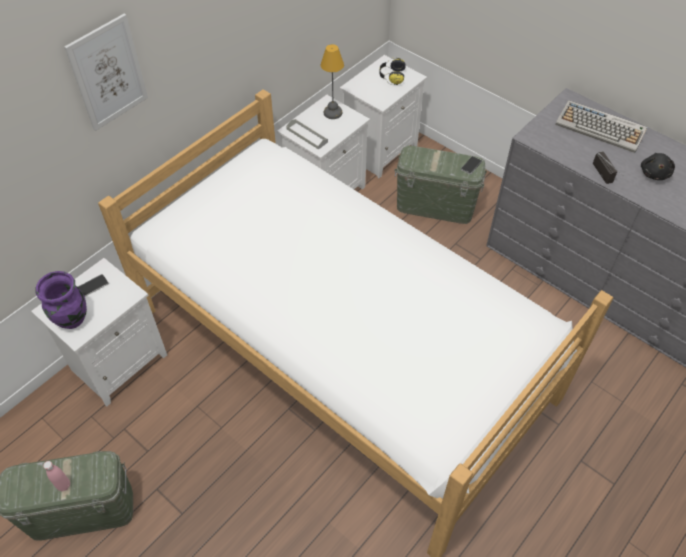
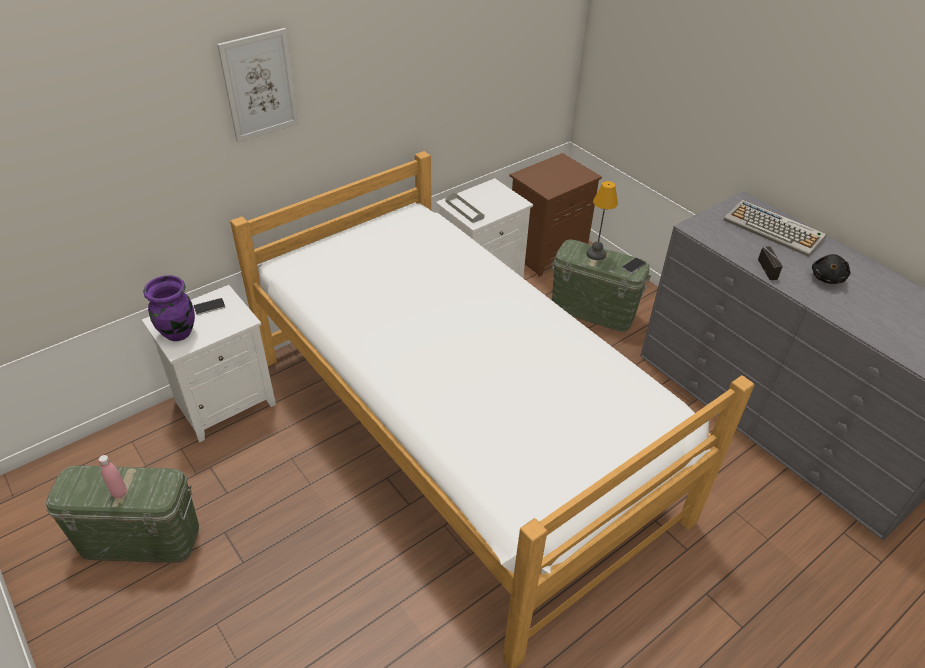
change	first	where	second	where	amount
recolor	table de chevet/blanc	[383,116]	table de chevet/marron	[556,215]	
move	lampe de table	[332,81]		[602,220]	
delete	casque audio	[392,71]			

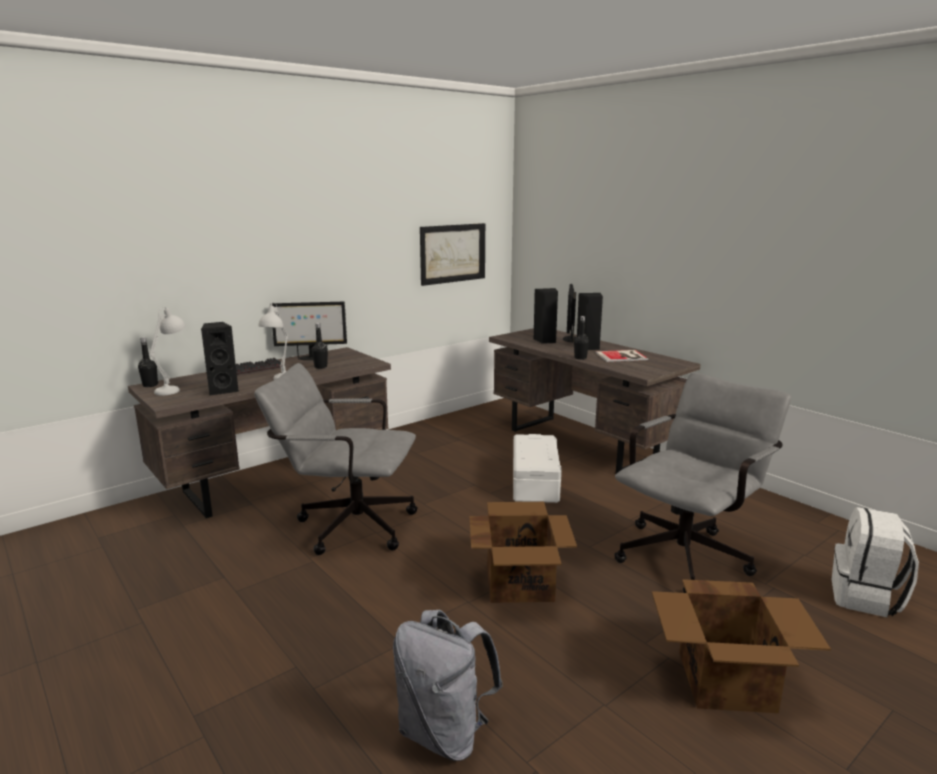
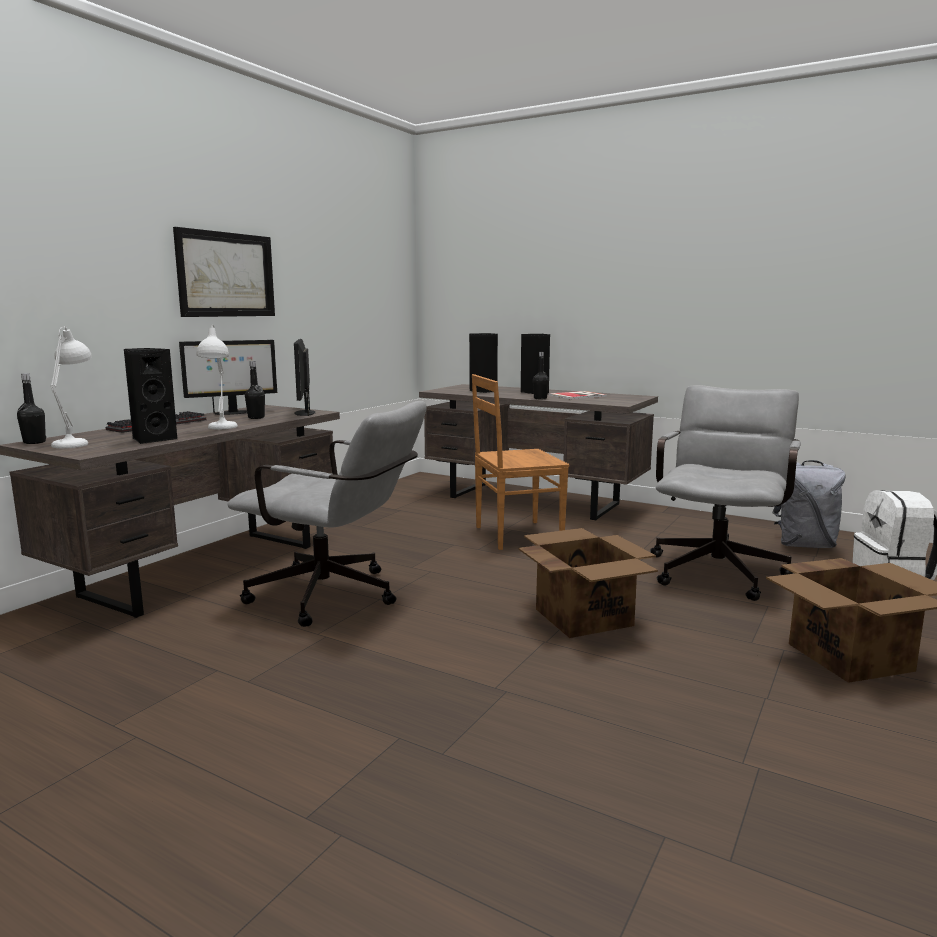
change	first	where	second	where	amount
move	tableau	[452,254]		[224,272]	
rotate	chaise de bureau/gris	[336,459]		[327,514]	150 degrees counterclockwise
move	écran d'ordinateur	[569,313]		[304,377]	
replace	boîte de rangement/blanc	[537,468]	chaise/marron	[520,462]	
move	sac à dos/gris	[448,685]		[808,504]	

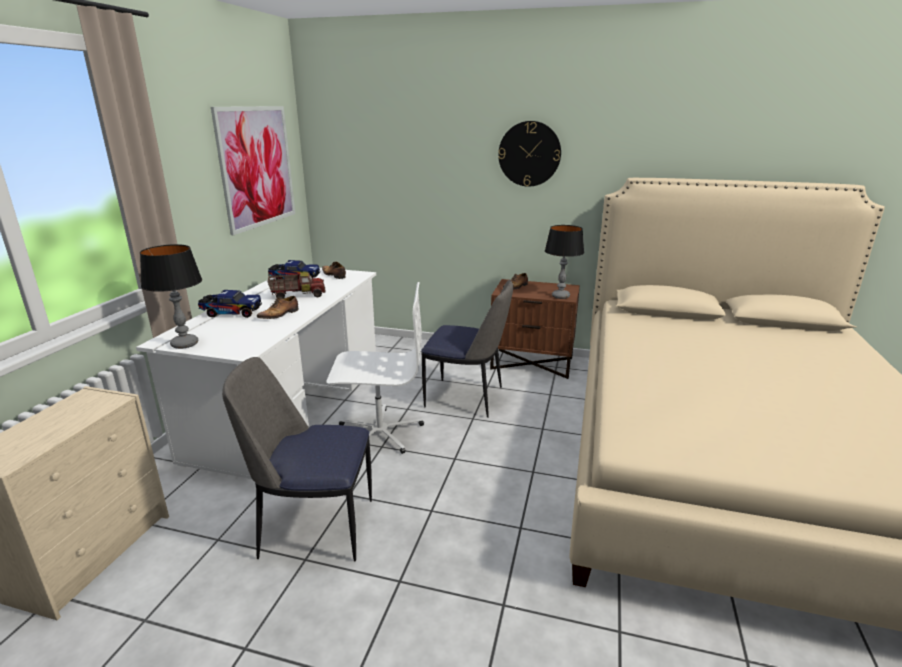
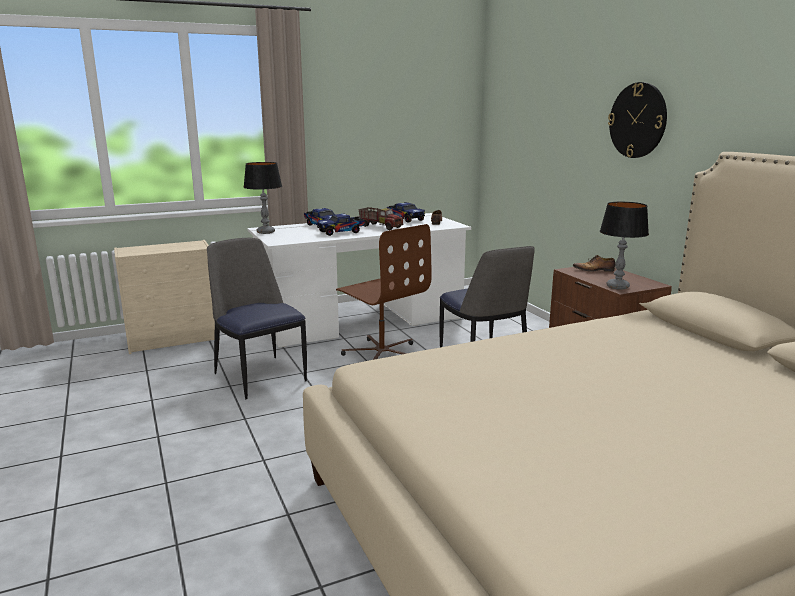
change	first	where	second	where	amount
replace	chaussure	[277,307]	camion jouet	[341,225]	
recolor	chaise de bureau/blanc	[375,368]	chaise de bureau/marron	[383,292]	
delete	tableau	[253,170]			

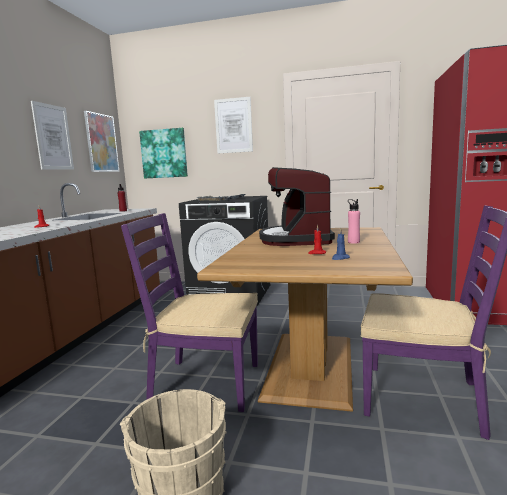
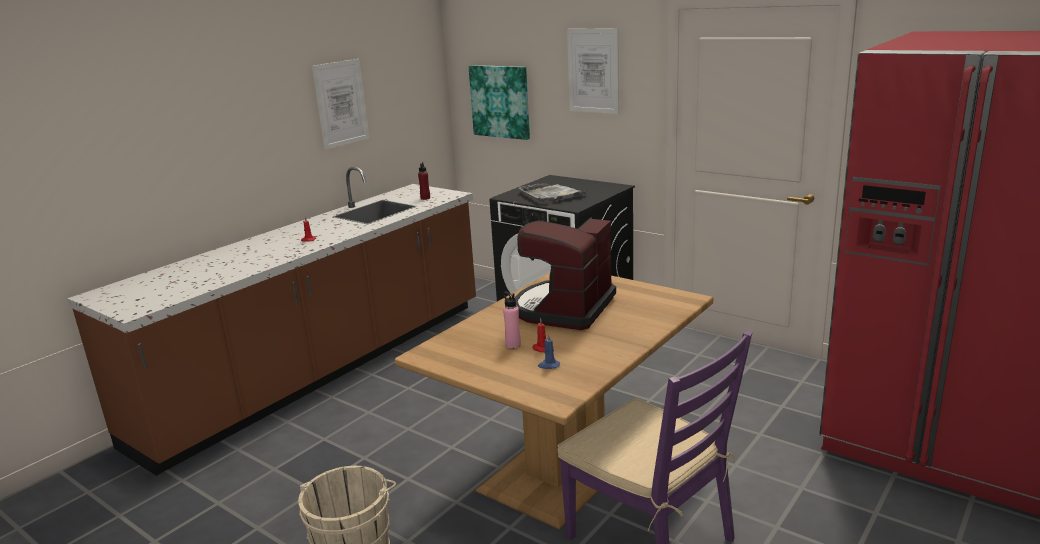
change	first	where	second	where	amount
move	bouteille/rose	[354,221]		[511,320]	
delete	tableau	[101,141]			
delete	chaise/violet	[189,312]			

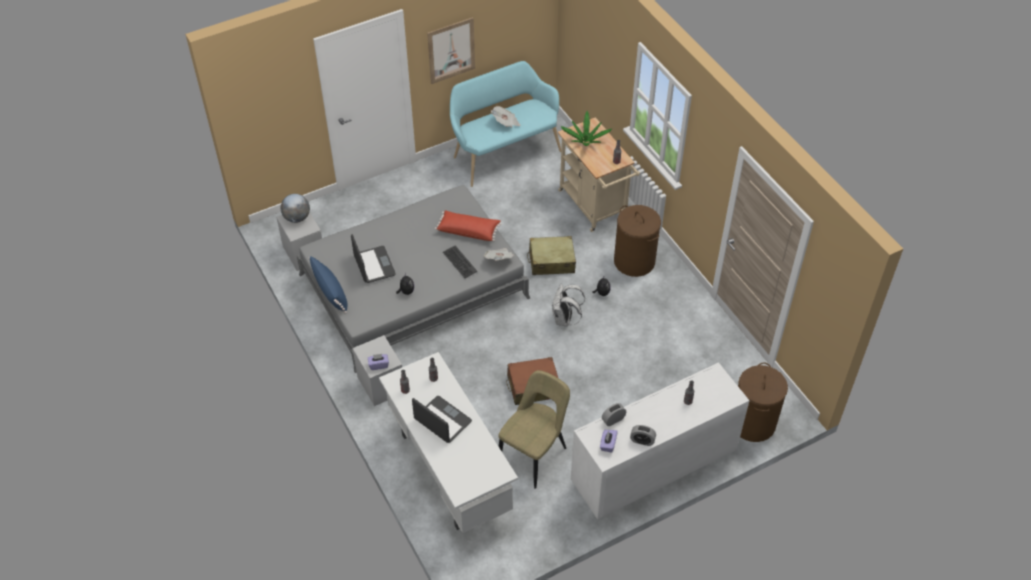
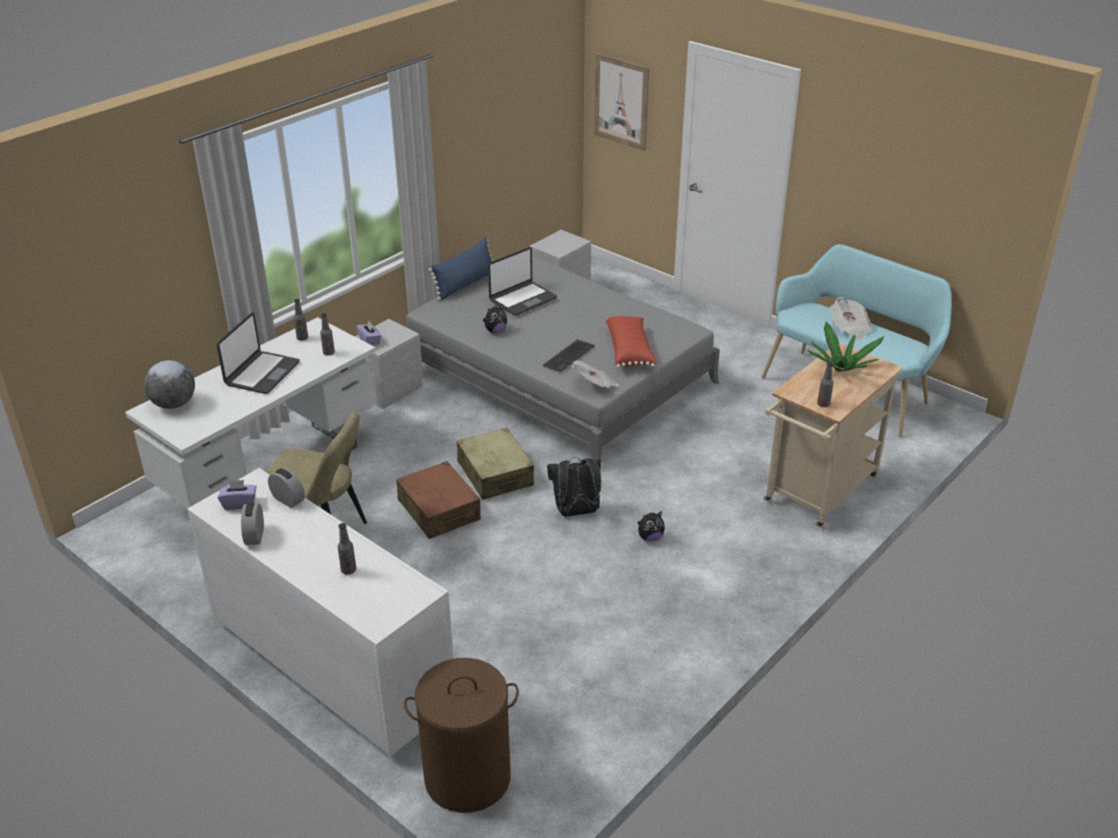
change	first	where	second	where	amount
move	globe	[295,208]		[169,384]	
move	valise/beige	[551,255]		[495,464]	
recolor	sac à dos/blanc	[568,305]	sac à dos/noir	[574,487]	
move	tableau	[451,50]		[621,102]	
delete	panier à linge/marron	[637,241]			

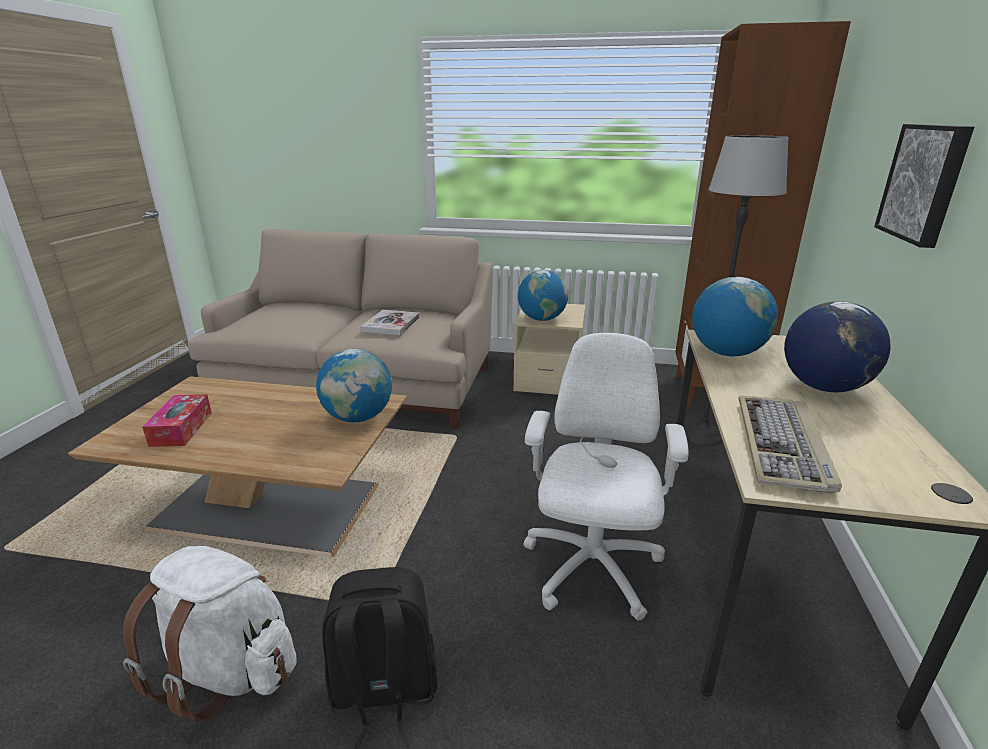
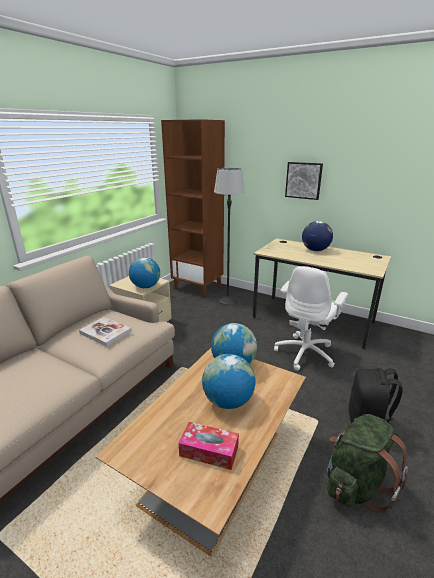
change	first	where	second	where	amount
move	globe	[735,316]		[228,381]	
rotate	chaise de bureau/blanc	[606,476]		[311,318]	90 degrees counterclockwise
recolor	sac à dos/blanc	[210,634]	sac à dos/vert	[367,464]	
delete	clavier	[790,445]			

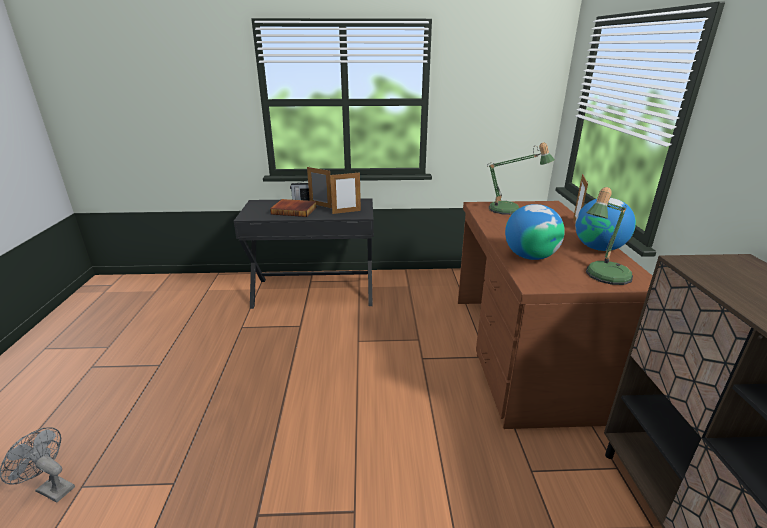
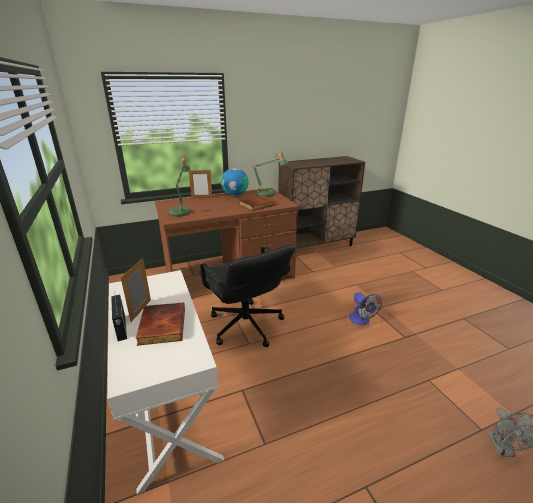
change	first	where	second	where	amount
recolor	bureau/noir	[303,253]	bureau/blanc	[165,382]	
insert			chaise de bureau/noir	[247,296]	
replace	globe	[535,232]	livre	[257,203]	
insert			ventilateur	[365,308]	
delete	cadre photo	[345,192]			

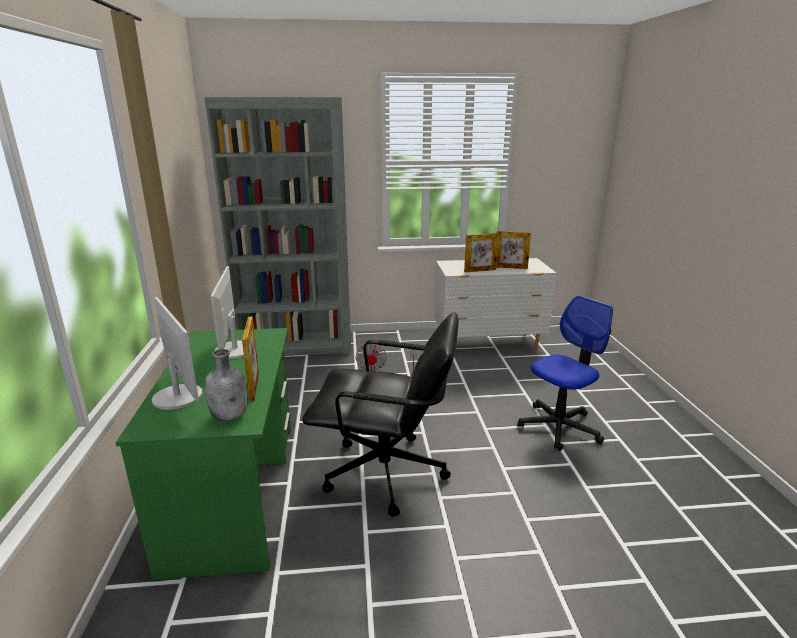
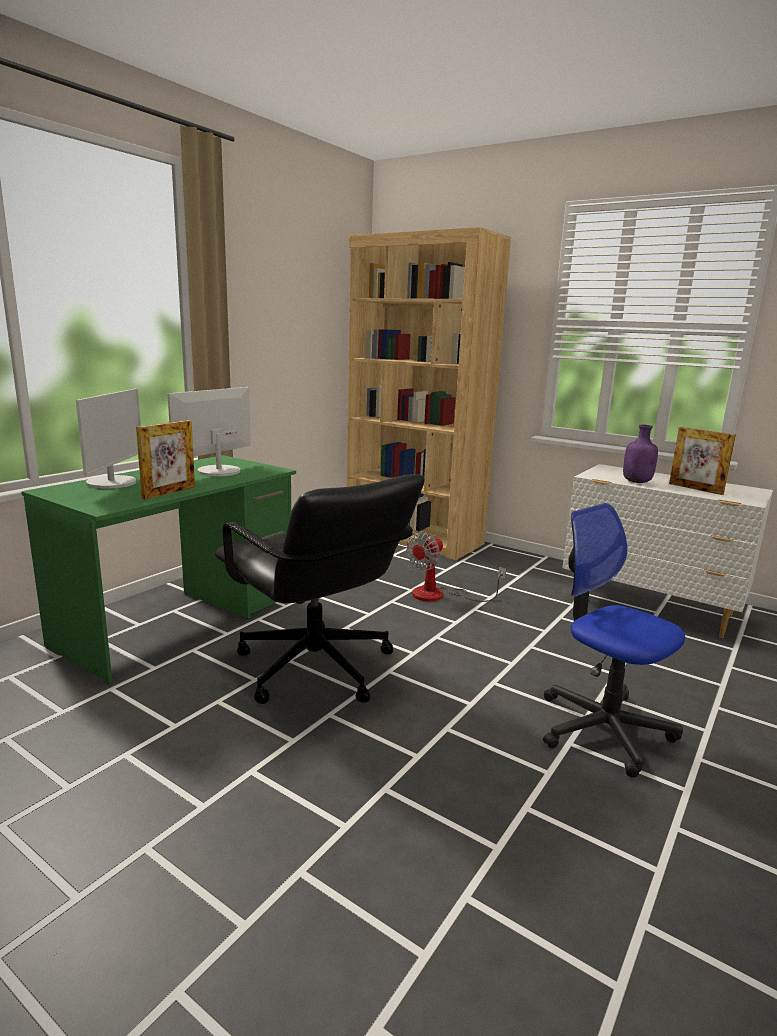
change	first	where	second	where	amount
recolor	bibliothèque/gris	[277,226]	bibliothèque/marron	[428,393]	
rotate	chaise de bureau	[565,373]		[614,640]	135 degrees counterclockwise
replace	cadre photo	[481,252]	bouteille/violet	[640,454]	
delete	bouteille/gris	[226,385]			

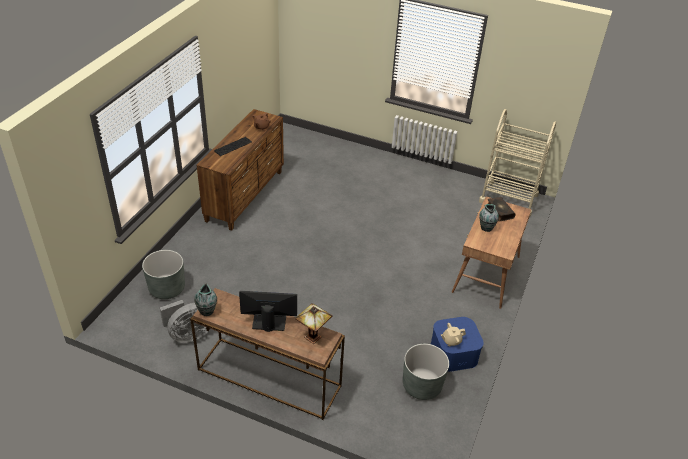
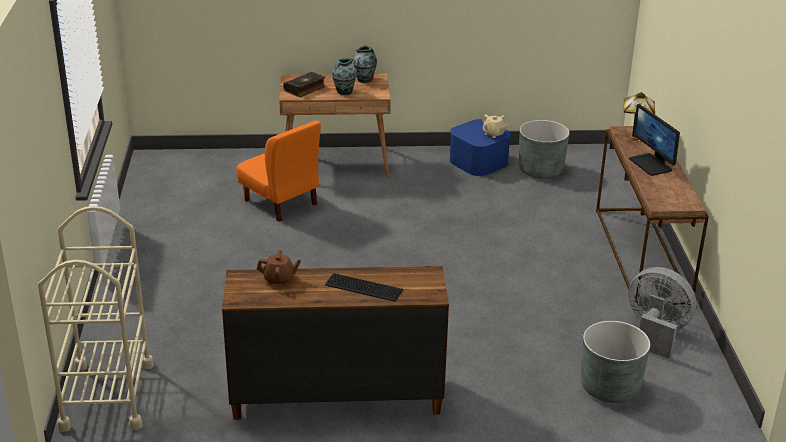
change	first	where	second	where	amount
move	chariot/beige	[517,163]		[96,319]	
insert			chaise/orange	[278,171]	
move	vase	[205,299]		[365,64]	

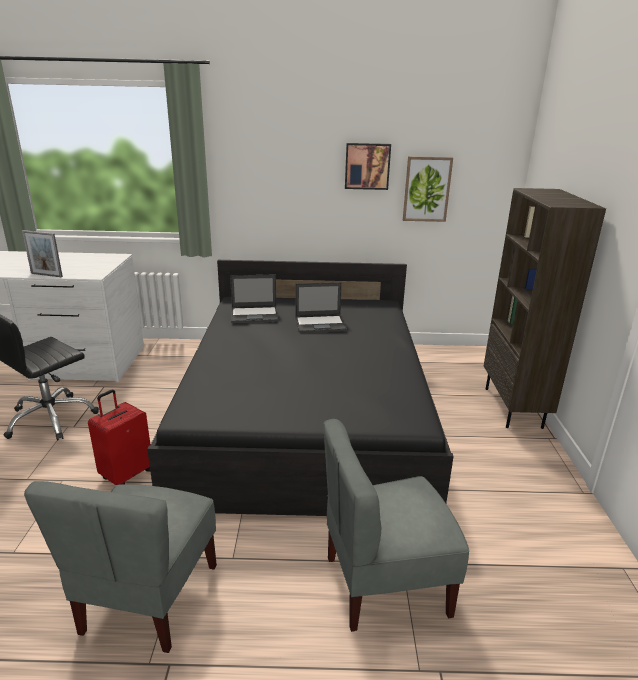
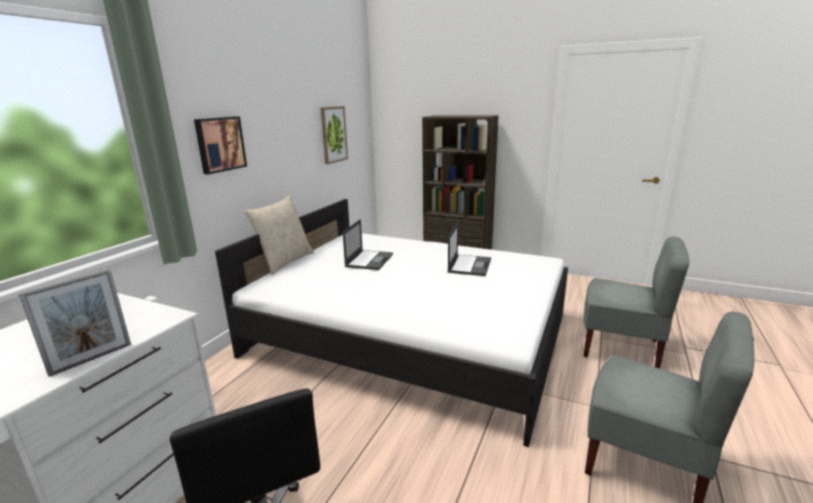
change	first	where	second	where	amount
move	tableau	[368,166]		[220,145]	
recolor	lit/noir	[300,388]	lit/blanc	[391,323]	
insert			coussin/beige	[279,235]	
move	ordinateur portable	[254,298]		[469,249]	
rotate	chaise/gris	[396,525]		[636,302]	75 degrees counterclockwise
delete	valise/rouge	[119,437]			

